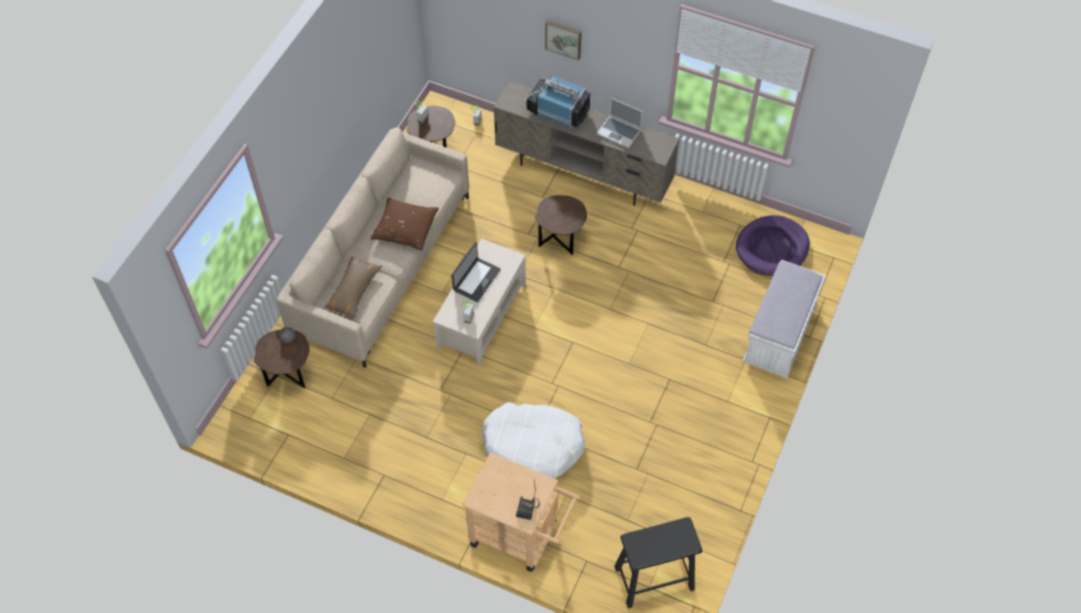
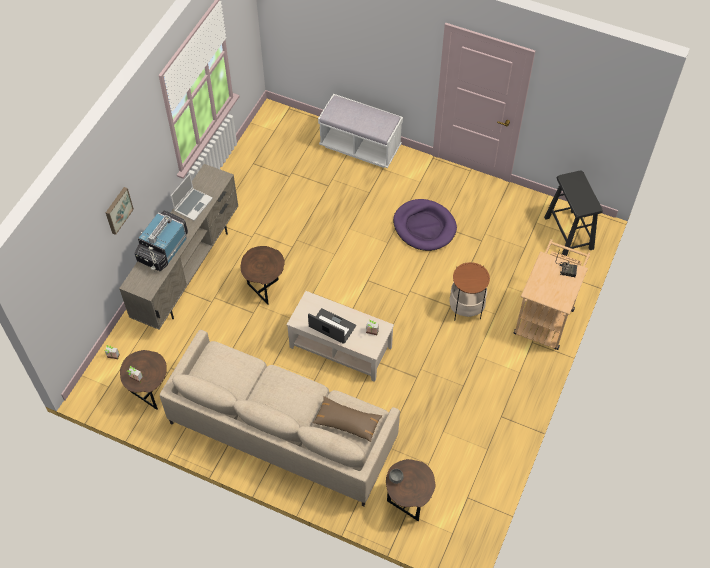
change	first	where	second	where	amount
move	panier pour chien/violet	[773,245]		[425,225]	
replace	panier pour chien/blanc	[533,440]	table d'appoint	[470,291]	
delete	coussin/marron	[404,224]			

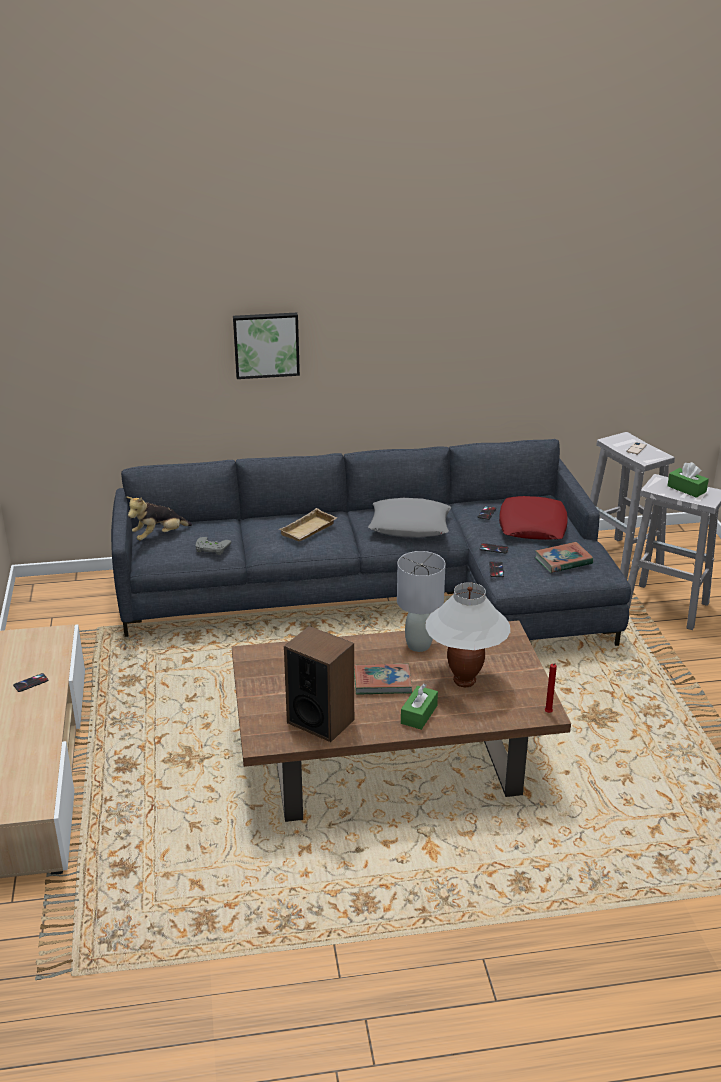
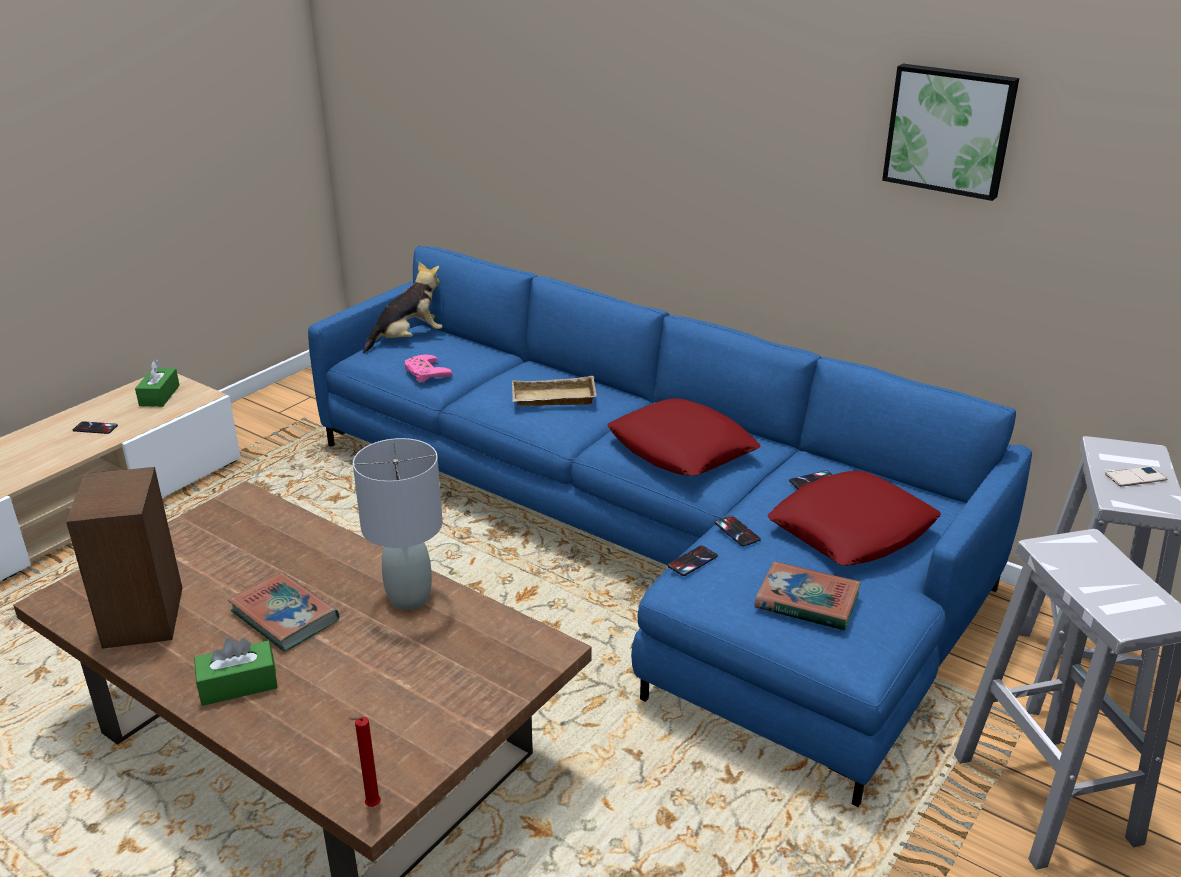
change	first	where	second	where	amount
move	boîte à mouchoirs/vert	[688,480]		[157,383]	
recolor	canapé/gris	[371,542]	canapé/bleu	[670,526]	
rotate	peluche	[159,519]		[403,307]	135 degrees clockwise
recolor	manette/gris	[213,546]	manette/rose	[428,368]	
recolor	coussin/gris	[409,518]	coussin/rouge	[683,437]	
move	tableau	[266,346]		[950,132]	
delete	lampe de table/blanc	[467,634]			

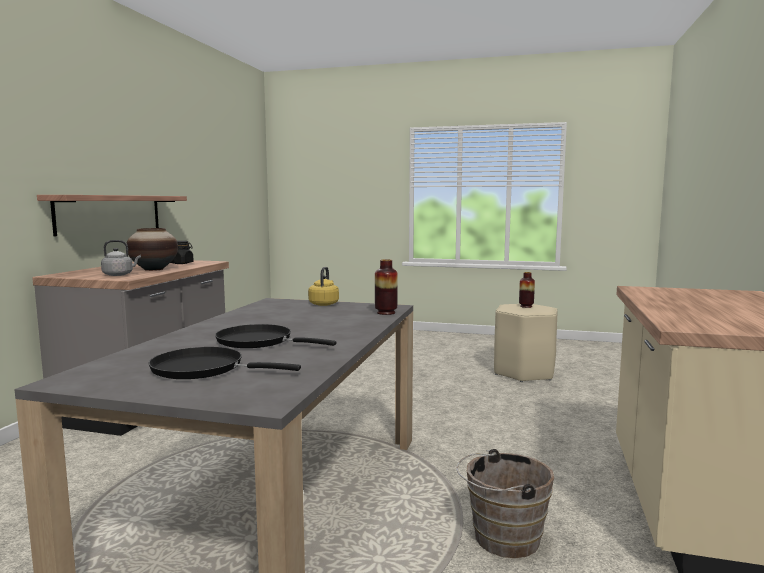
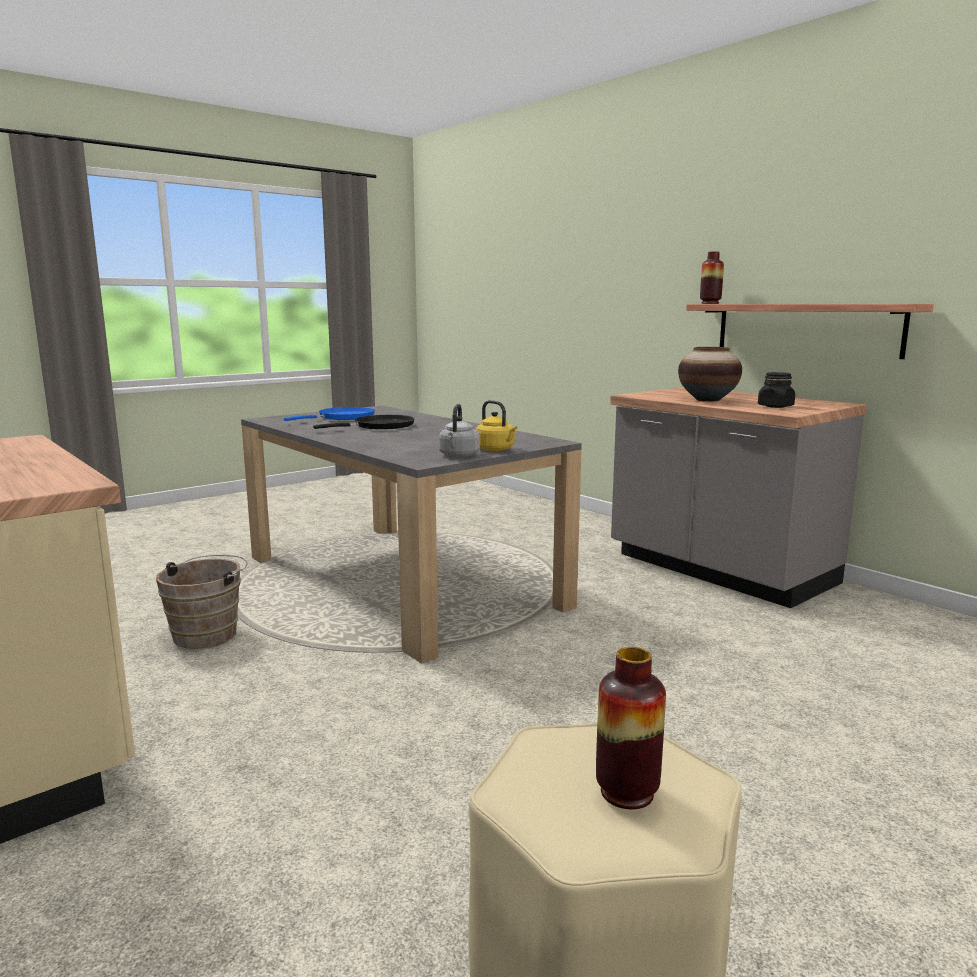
change	first	where	second	where	amount
recolor	poêle/noir	[225,363]	poêle/bleu	[329,414]	
move	bouilloire/gris	[121,258]		[459,430]	
move	vase	[386,287]		[712,277]	

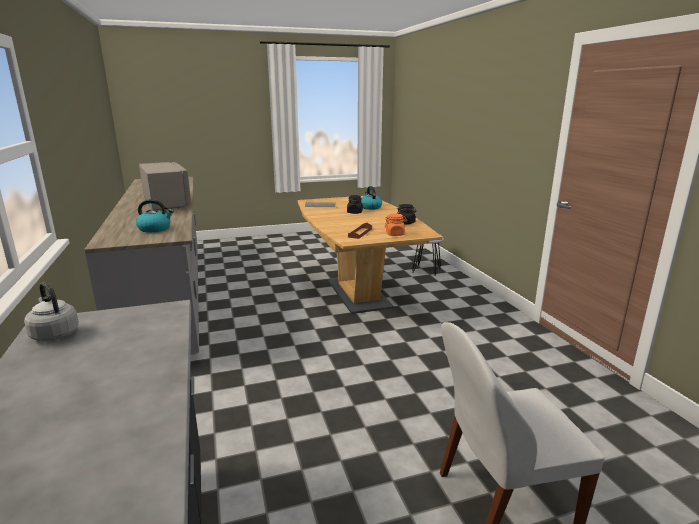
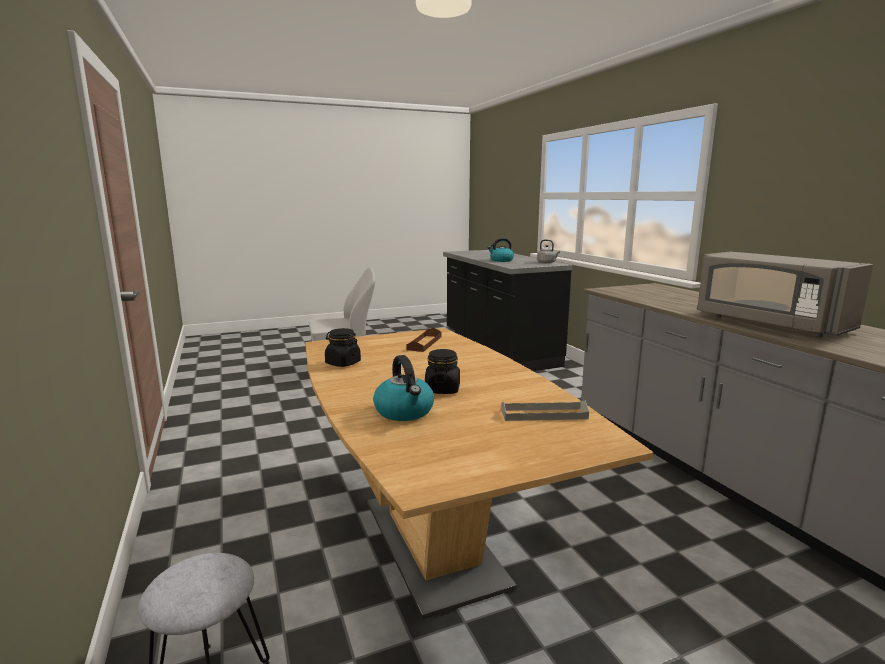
change	first	where	second	where	amount
move	bouilloire	[155,215]		[501,250]	
delete	bocal/orange	[395,225]			

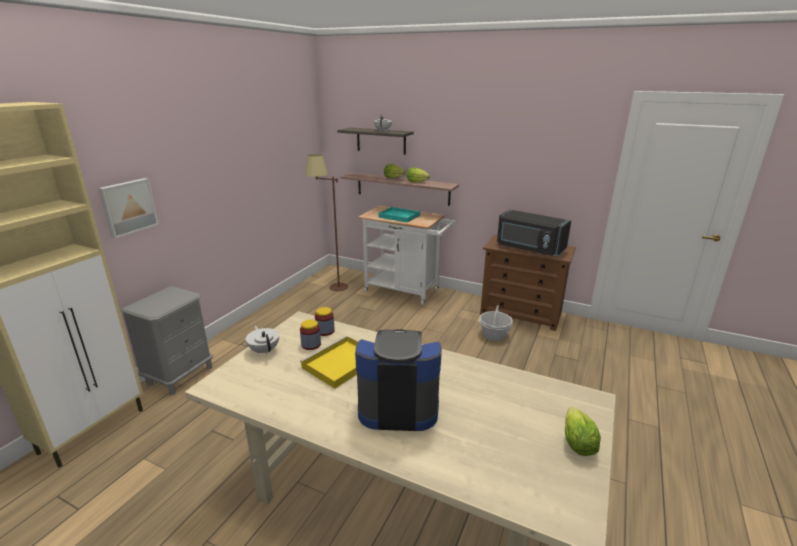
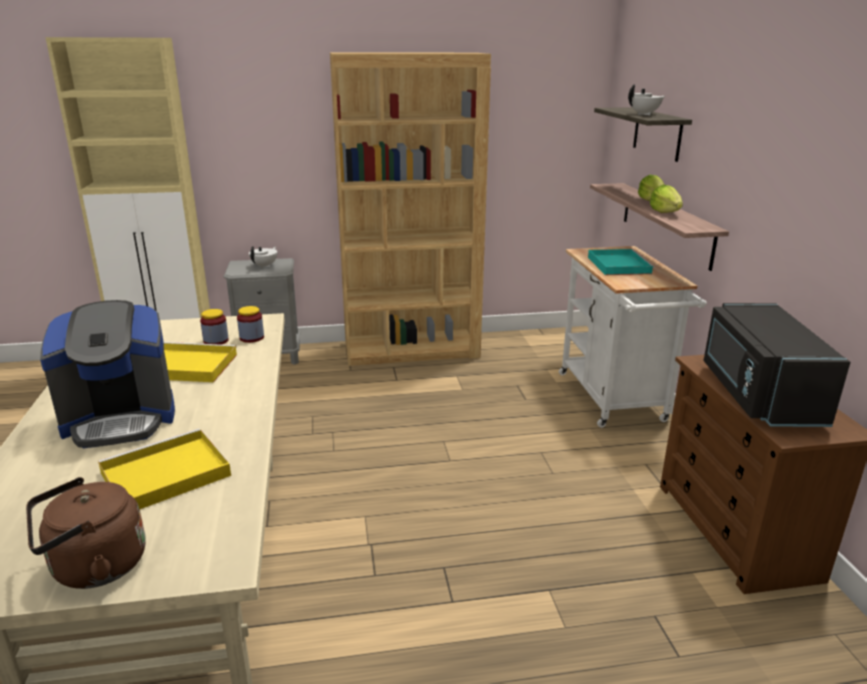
change	first	where	second	where	amount
replace	laitue	[583,431]	bouilloire/marron	[86,533]	
rotate	machine à café	[398,380]		[107,374]	105 degrees clockwise
insert			plateau/jaune	[164,469]	
move	théière/blanc	[262,340]		[263,257]	
insert			bibliothèque/marron	[410,209]	
delete	tableau	[128,208]			
delete	lampadaire/marron	[326,222]			
delete	panier	[496,323]			

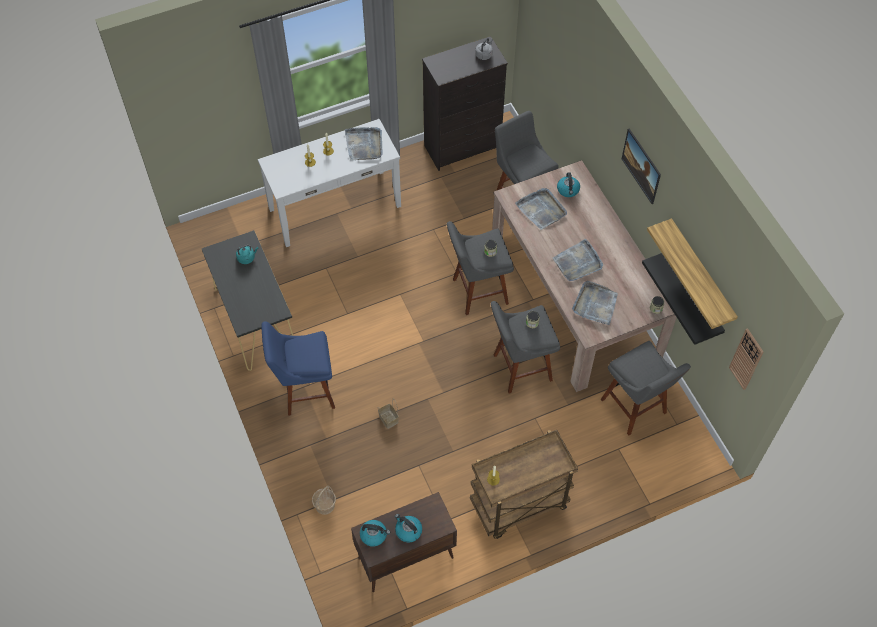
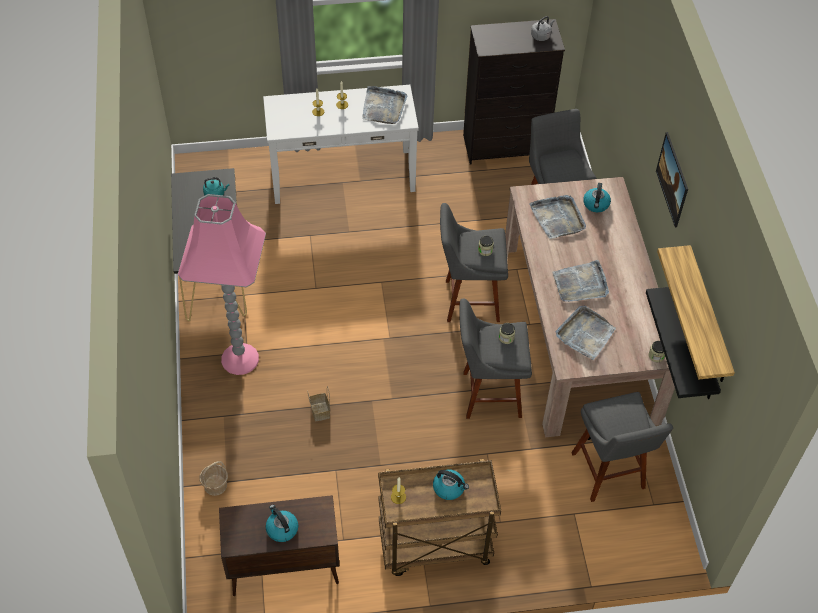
change	first	where	second	where	amount
replace	tabouret/bleu	[298,368]	lampadaire/rose	[222,284]	
move	bouilloire	[375,533]		[451,484]	
delete	horloge murale	[746,359]			

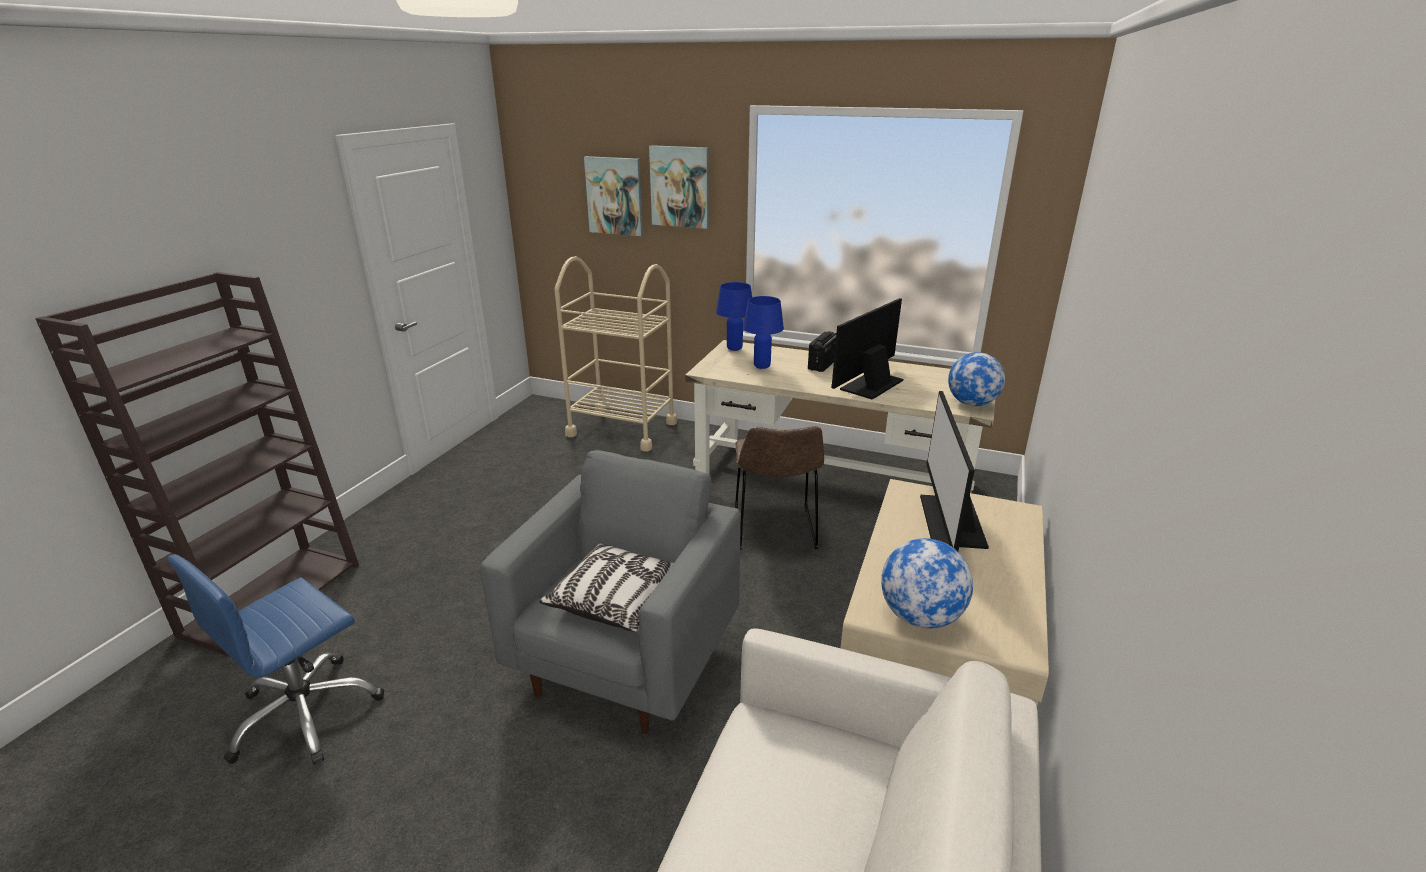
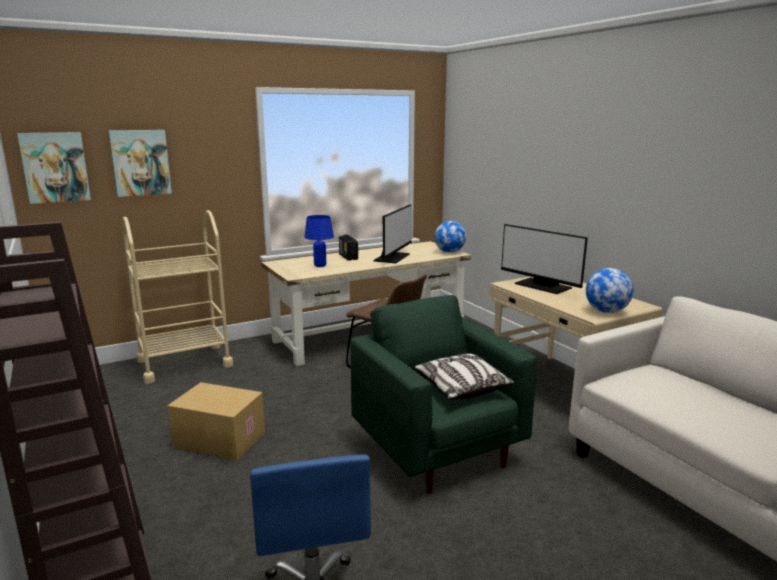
change	first	where	second	where	amount
move	tableau	[679,187]		[54,168]	
insert			carton	[216,421]	
recolor	fauteuil/gris	[610,592]	fauteuil/vert	[443,394]	
rotate	écran d'ordinateur	[867,349]		[392,234]	150 degrees counterclockwise
delete	lampe de table/bleu	[734,316]			

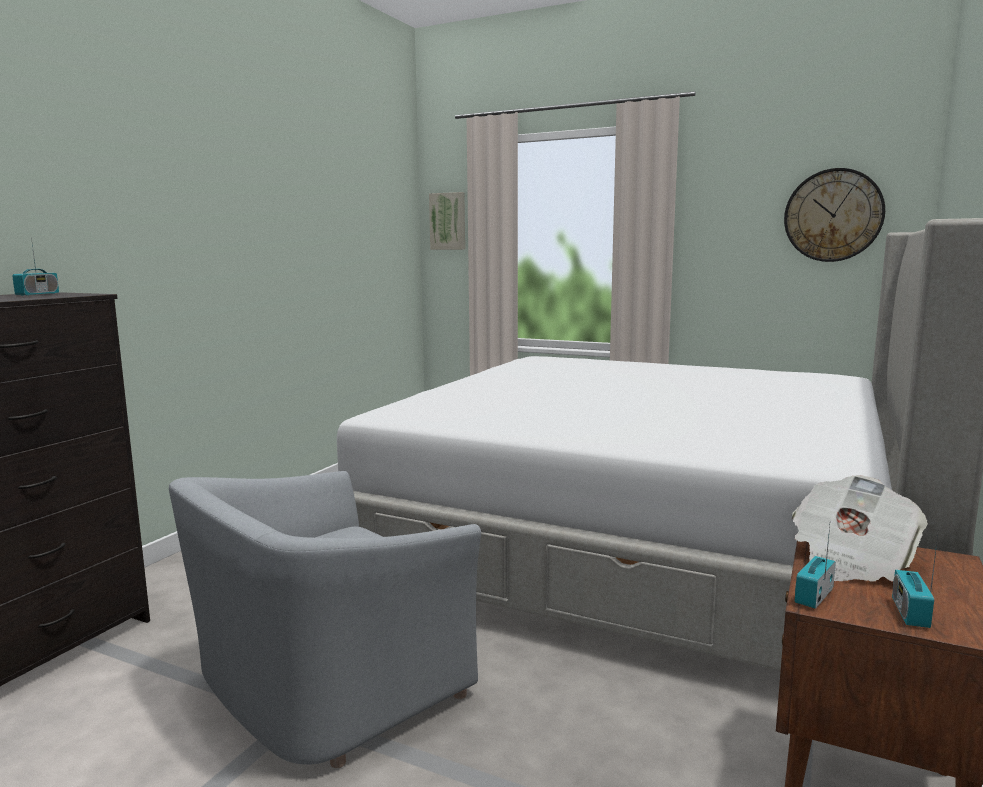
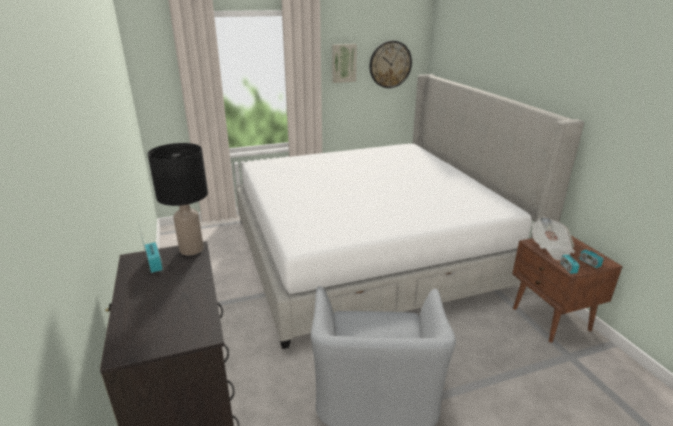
change	first	where	second	where	amount
insert			lampe de table/noir	[178,199]	
move	tableau	[447,221]		[344,63]	

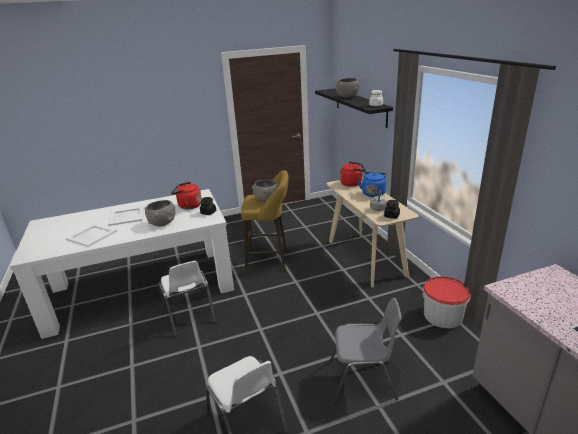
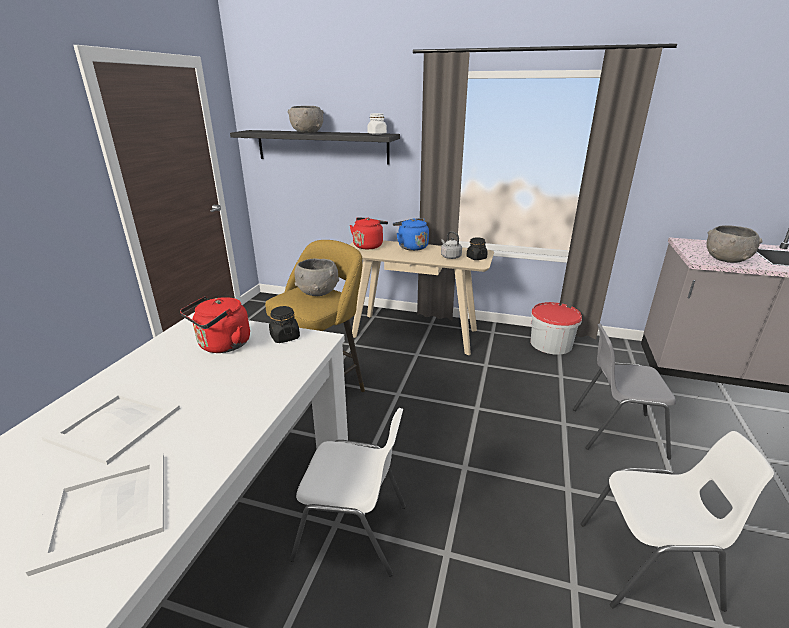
change	first	where	second	where	amount
rotate	chaise/gris	[366,350]		[624,391]	120 degrees counterclockwise
move	bol/gris	[160,213]		[734,244]	

